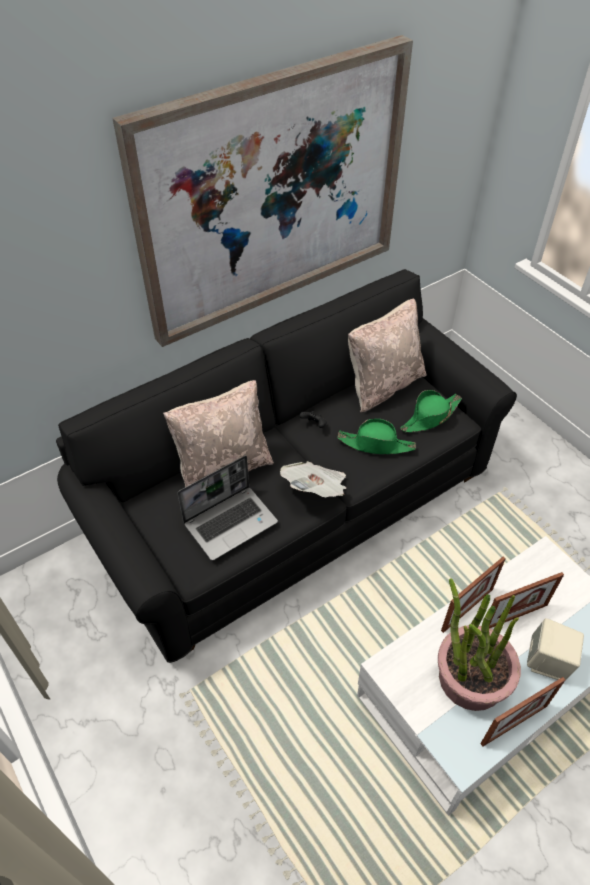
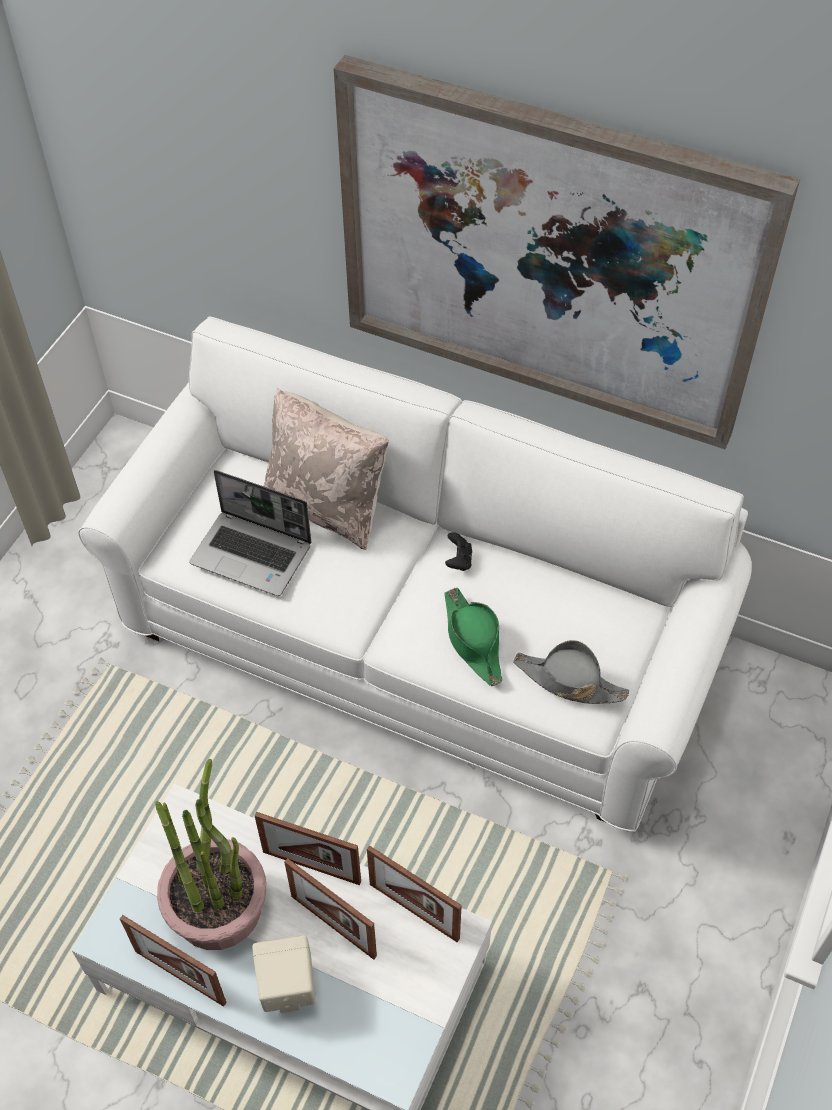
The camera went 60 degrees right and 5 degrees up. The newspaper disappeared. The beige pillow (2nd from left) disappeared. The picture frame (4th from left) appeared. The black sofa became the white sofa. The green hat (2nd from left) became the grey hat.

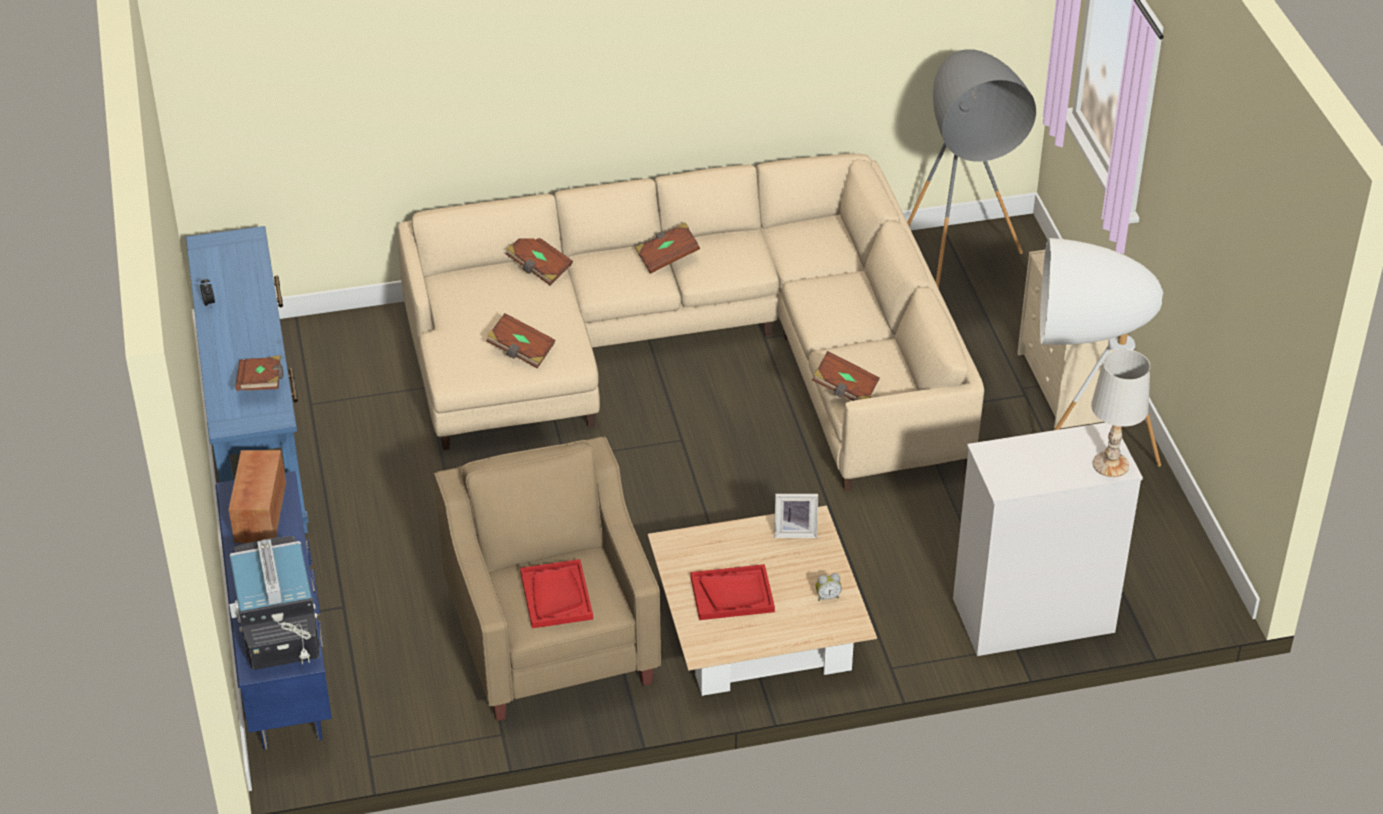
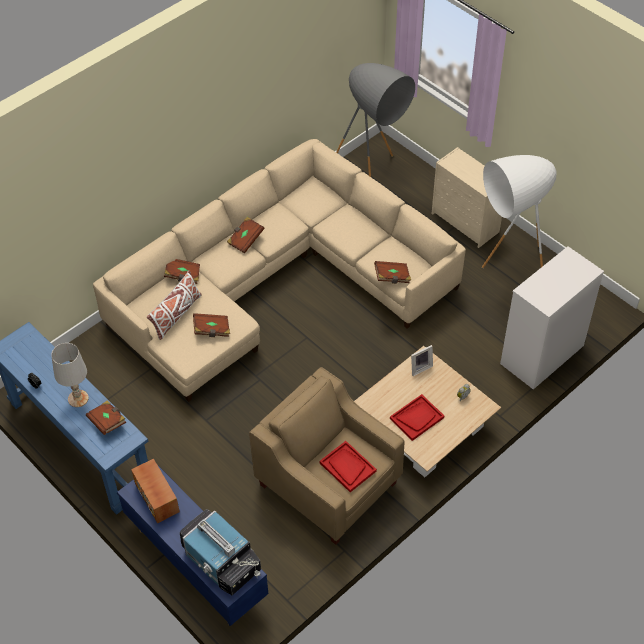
The camera went 30 degrees left and 10 degrees up. The white pillow appeared. The white table lamp moved.

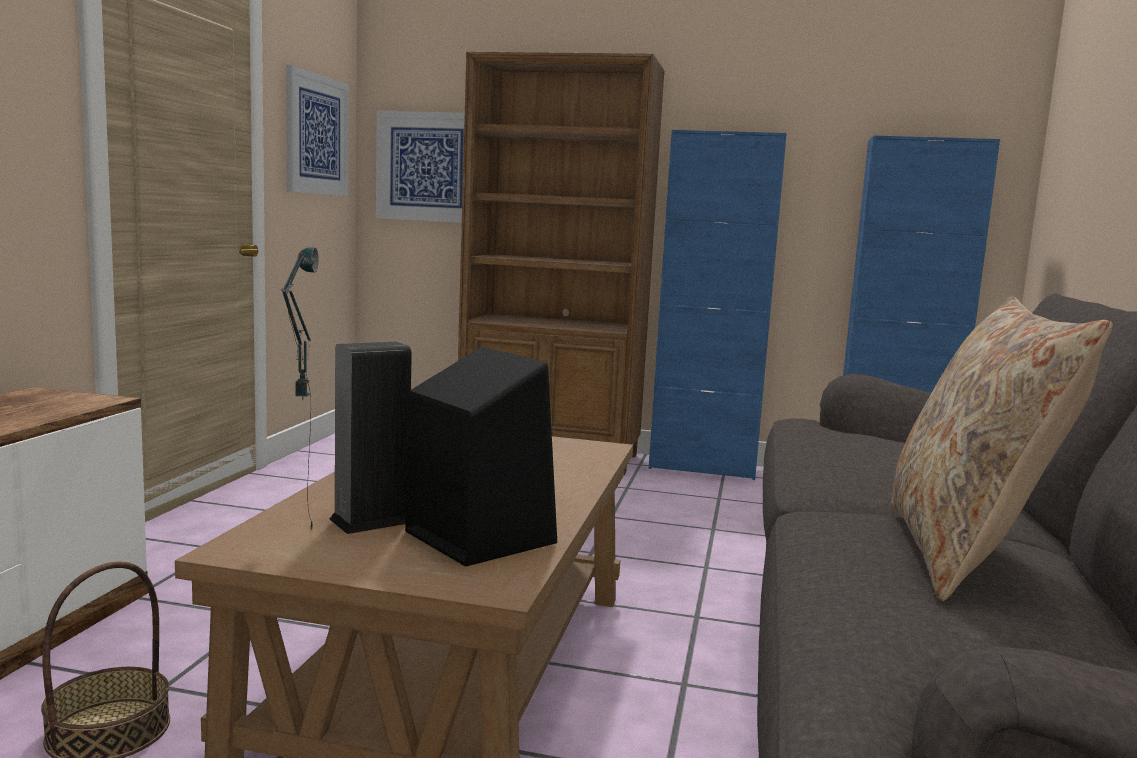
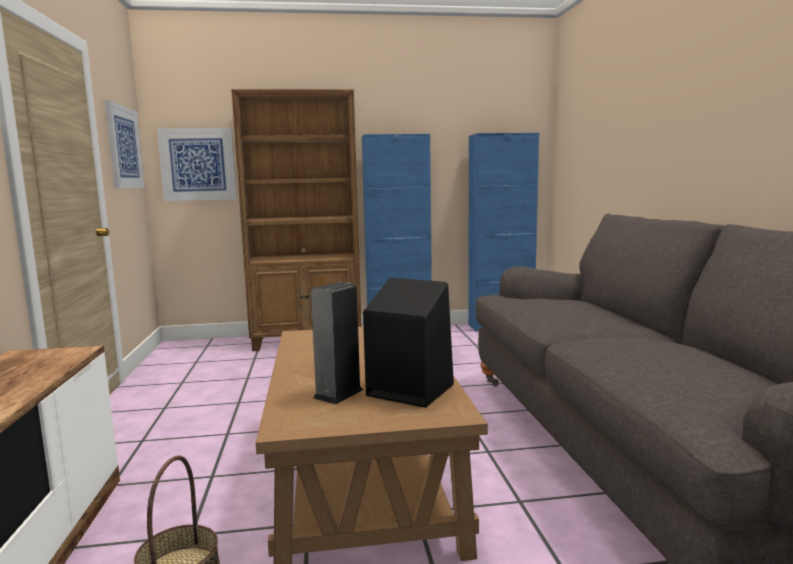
The camera went 20 degrees left and 0 degrees up. The table lamp disappeared. The beige pillow disappeared.

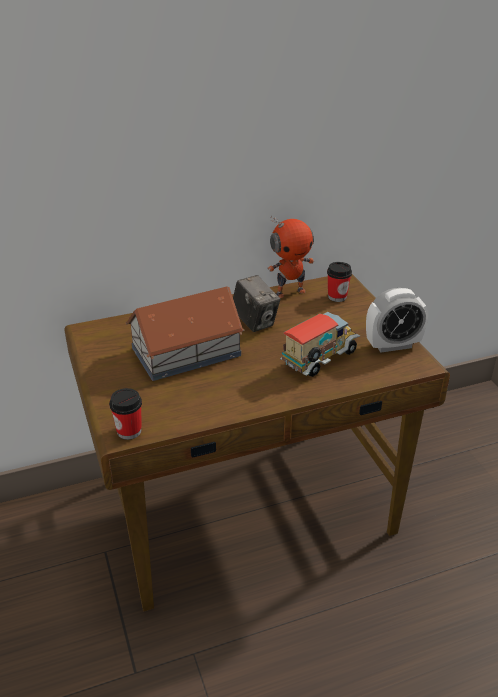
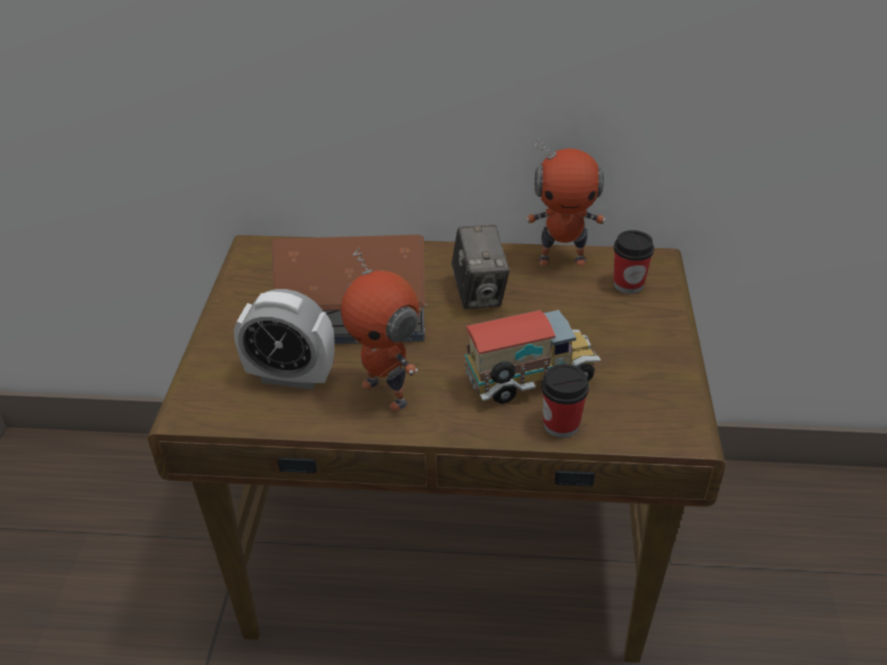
The camera went 25 degrees right and 5 degrees up. The toy robot (1st from left) appeared. The cup (1st from left) moved. The alarm clock moved.

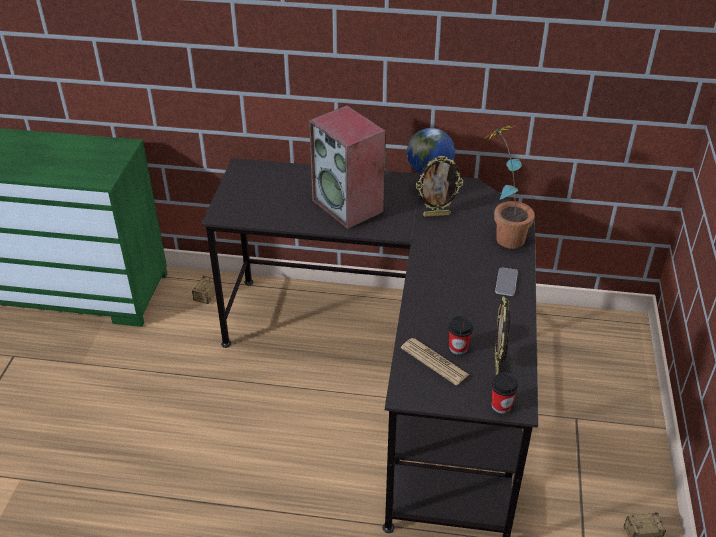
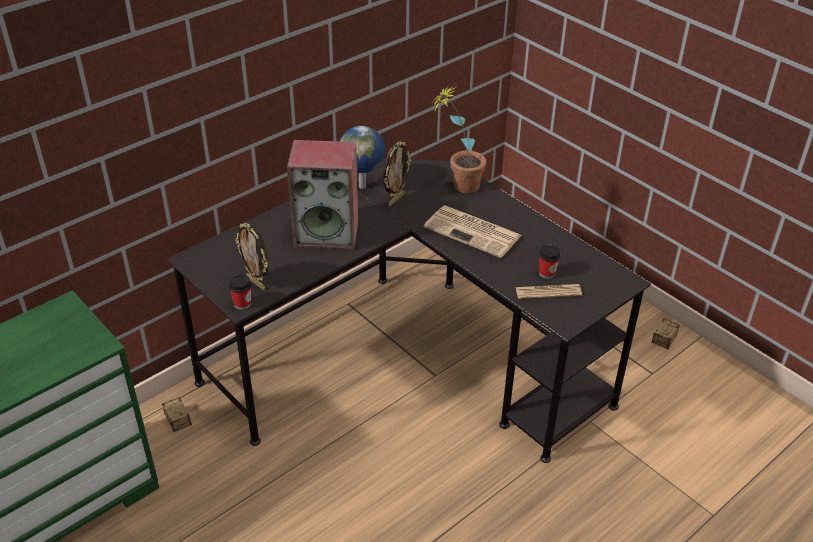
The camera went 50 degrees left and 0 degrees up. The phone disappeared. The newspaper (1st from left) appeared. The cup (2nd from left in the first image) moved. The picture frame (2nd from left in the first image) moved.

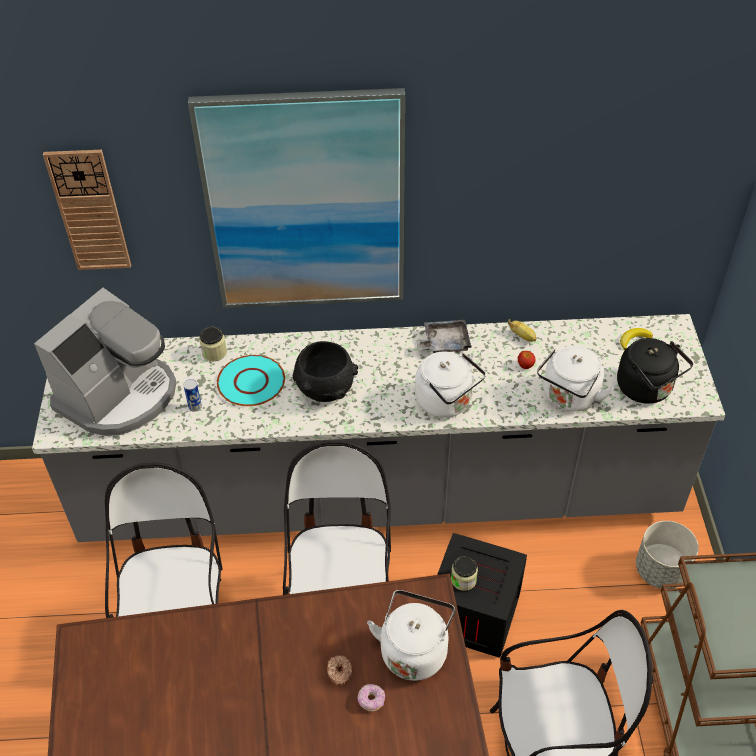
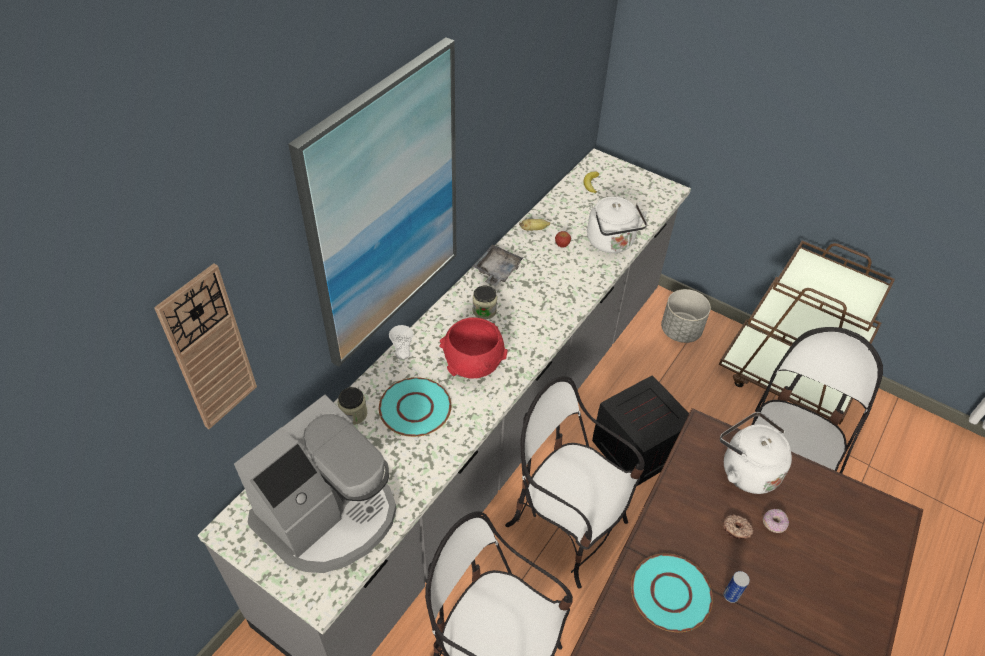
The camera went 55 degrees left and 0 degrees up. The white kettle (2nd from left) disappeared. The black kettle disappeared. The cup appeared. The turquoise plate (2nd from left) appeared. The can moved. The jar (2nd from left) moved. The black bowl became the red bowl. The coffee machine turned 60 degrees clockwise.

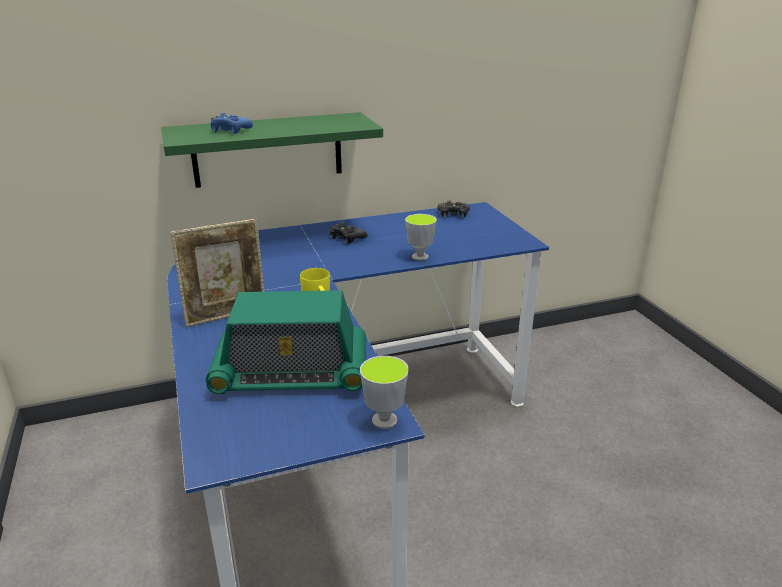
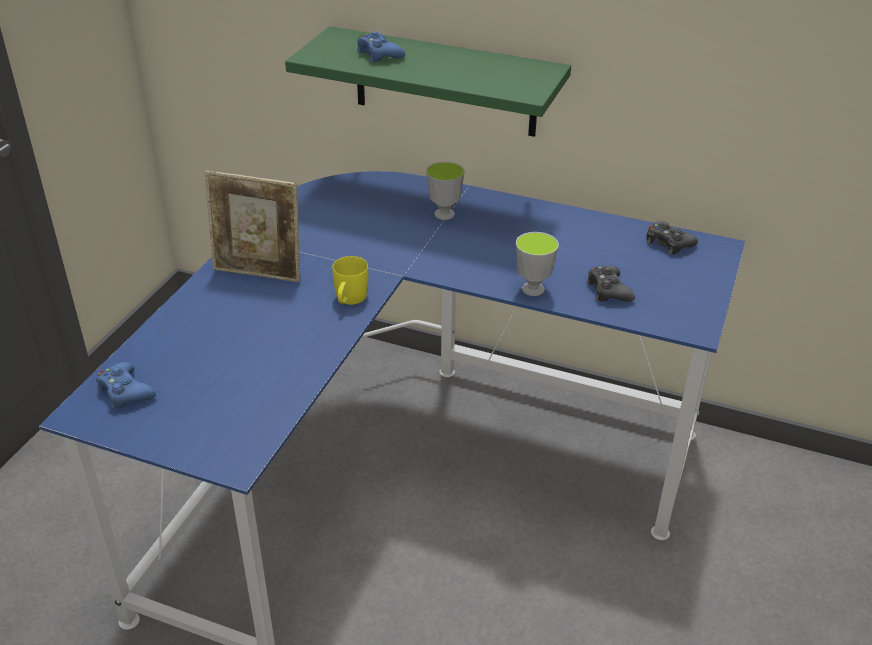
The camera went 40 degrees right and 10 degrees up. The radio disappeared. The blue game controller (1st from left) appeared. The black game controller (1st from left) moved. The cup (1st from left) moved.

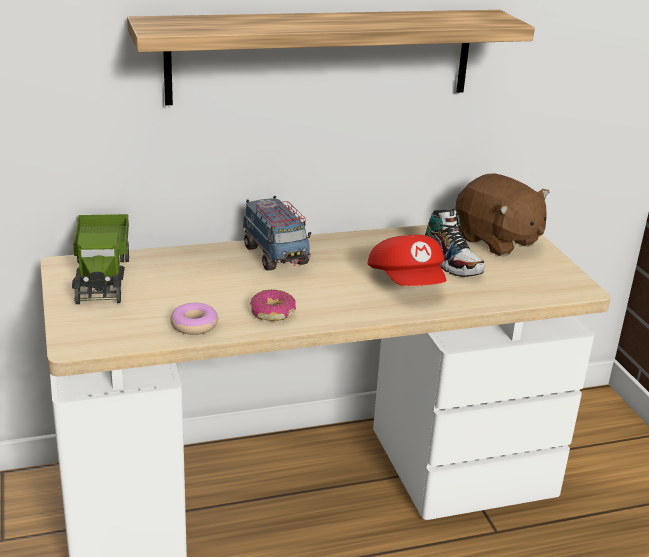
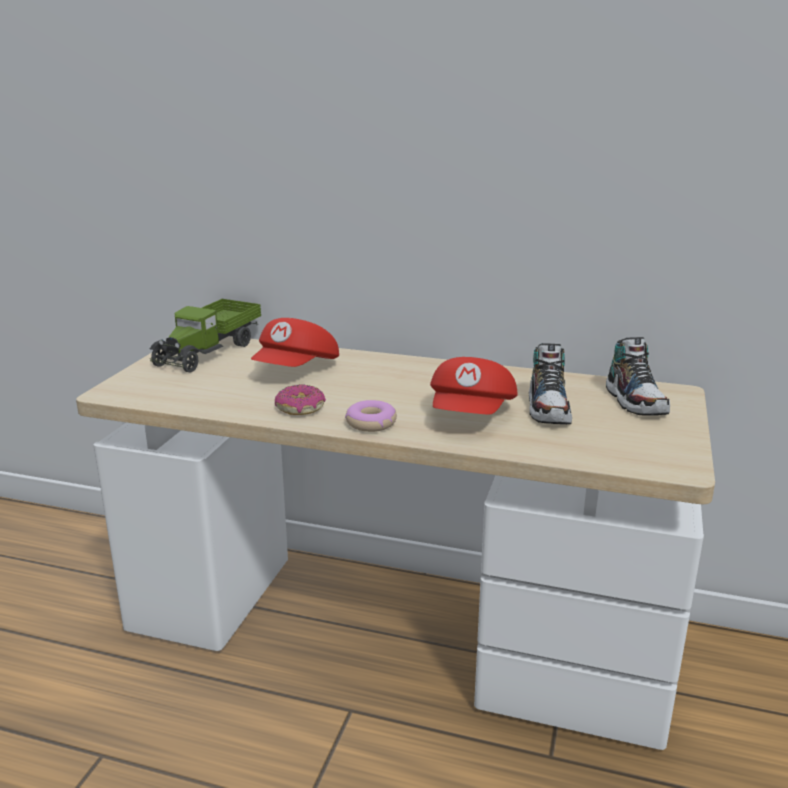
The camera went 35 degrees right and 5 degrees down. The shelf disappeared. The toy truck (2nd from left) disappeared. The red cap (1st from left) appeared. The donut (1st from left in the first image) moved. The brown plush toy was replaced by the shoe (2nd from left).

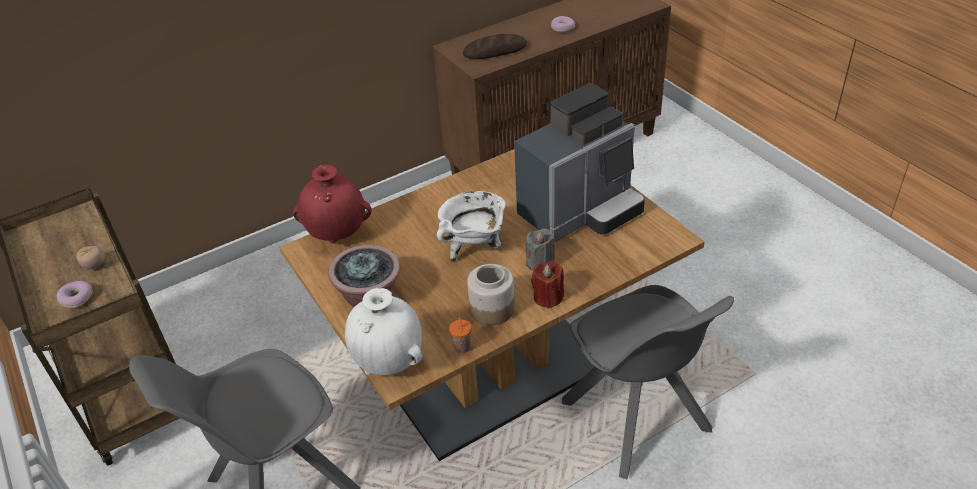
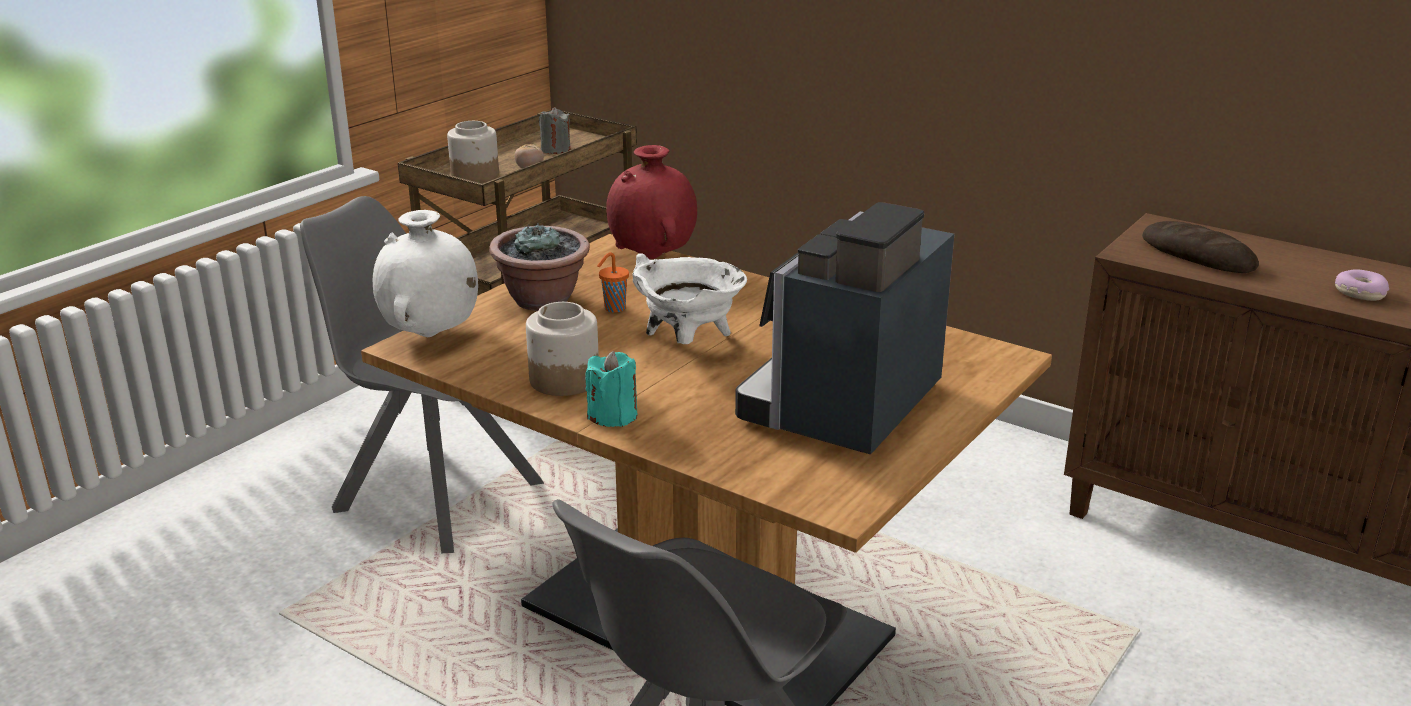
The camera went 65 degrees right and 15 degrees down. The orange cup moved. The grey candle moved. The donut (1st from left) was replaced by the jar (1st from left). The red candle became the turquoise candle. The coffee machine turned 90 degrees clockwise.

